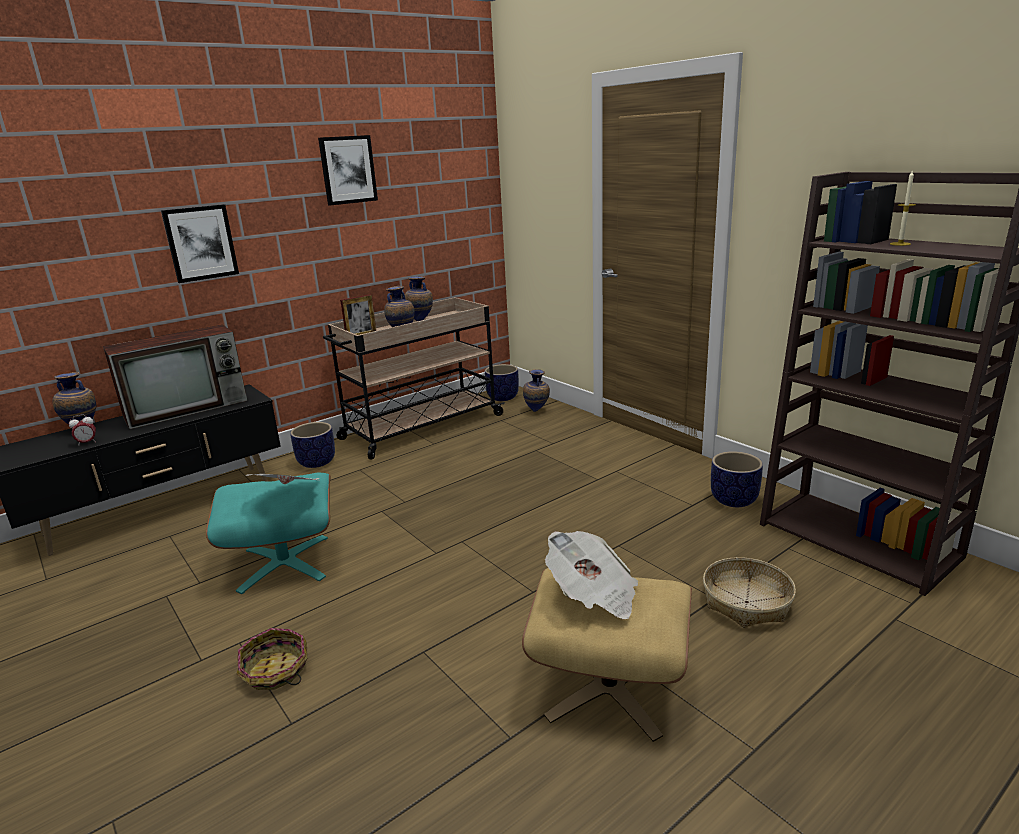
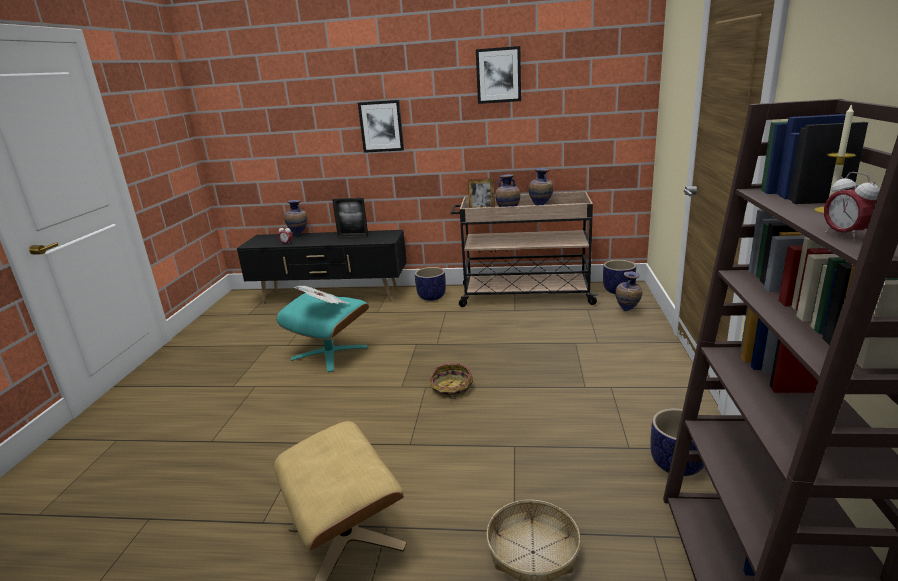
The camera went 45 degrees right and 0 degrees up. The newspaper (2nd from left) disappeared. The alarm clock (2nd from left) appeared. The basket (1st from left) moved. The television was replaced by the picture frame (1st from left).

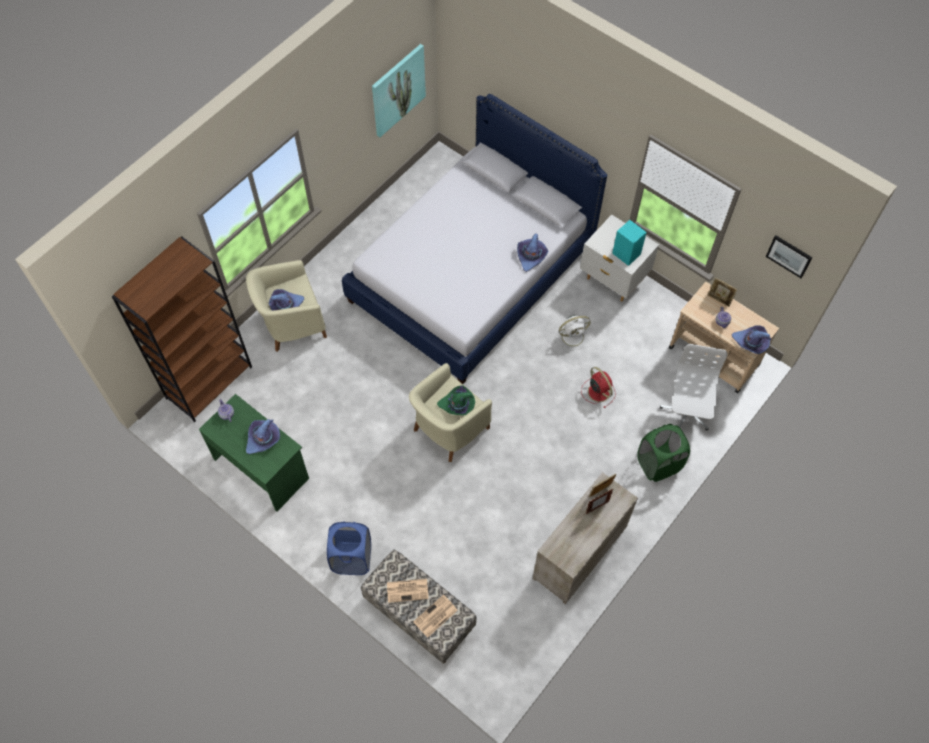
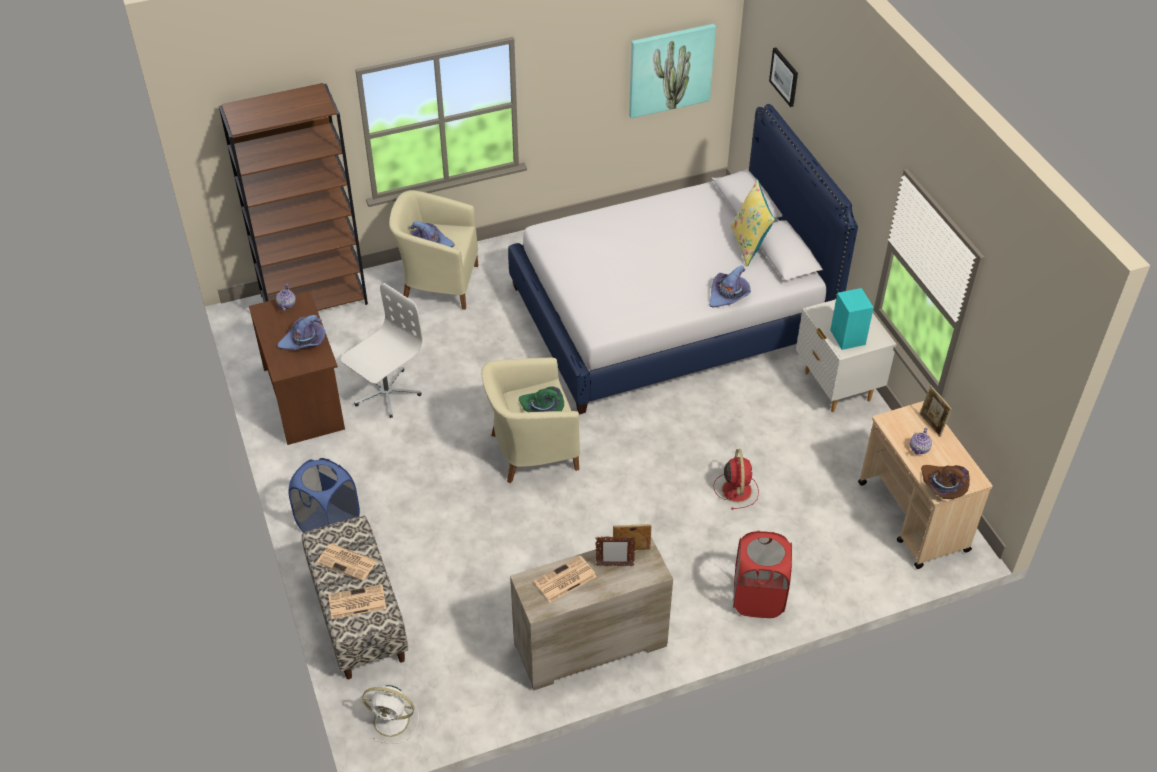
The camera went 30 degrees right and 15 degrees down. The newspaper (3rd from left) appeared. The yellow pillow appeared. The white fan moved. The white office chair moved. The picture (2nd from left) moved. The green desk became the brown desk. The green laundry basket became the red laundry basket. The purple hat (4th from left) became the brown hat.

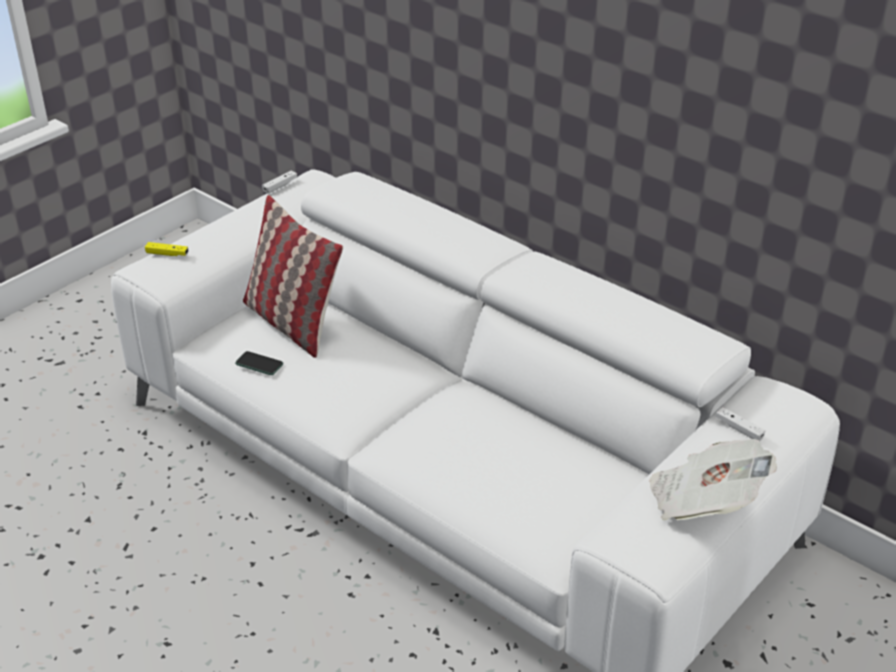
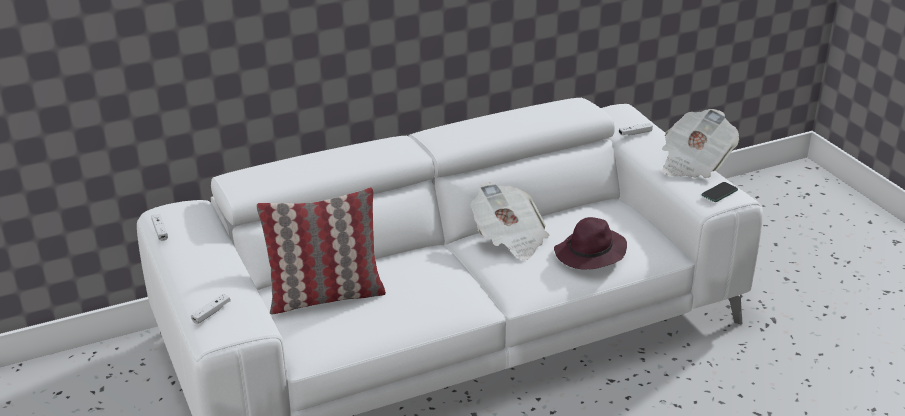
The camera went 65 degrees left and 5 degrees down. The newspaper (1st from left) appeared. The purple hat appeared. The phone moved. The yellow game controller became the white game controller (2nd from left).

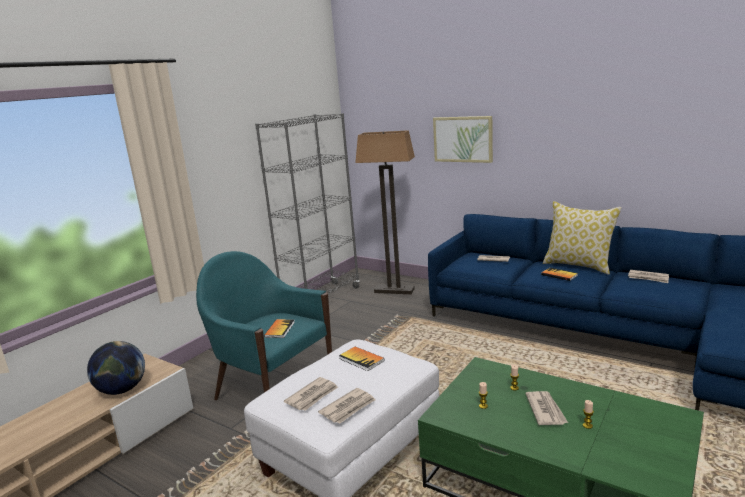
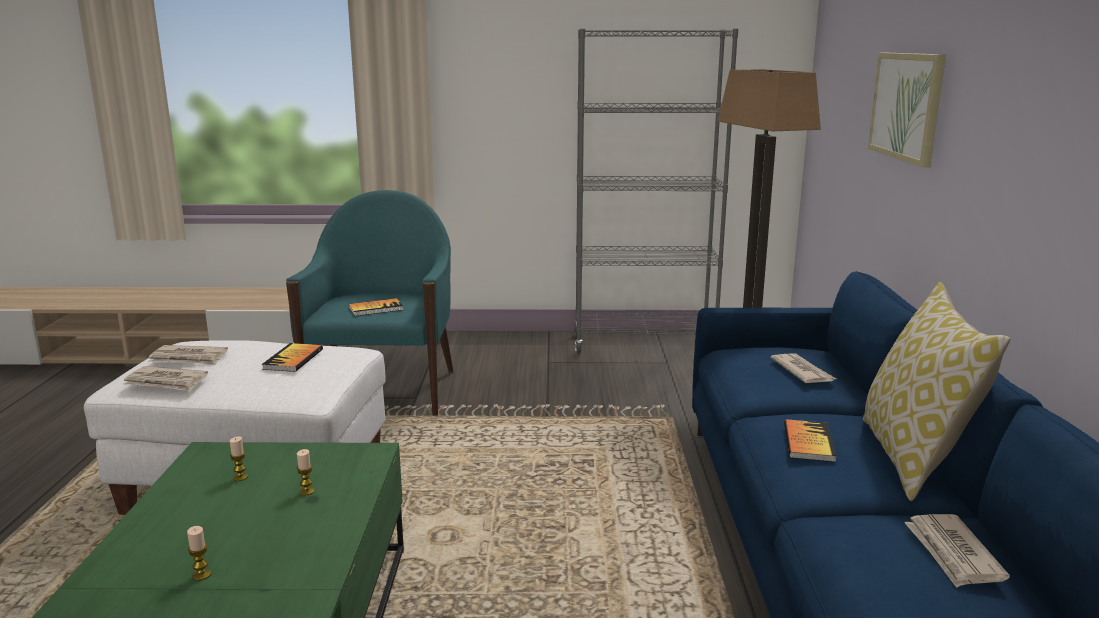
The camera went 55 degrees right and 0 degrees up. The globe disappeared. The newspaper (4th from left) disappeared.

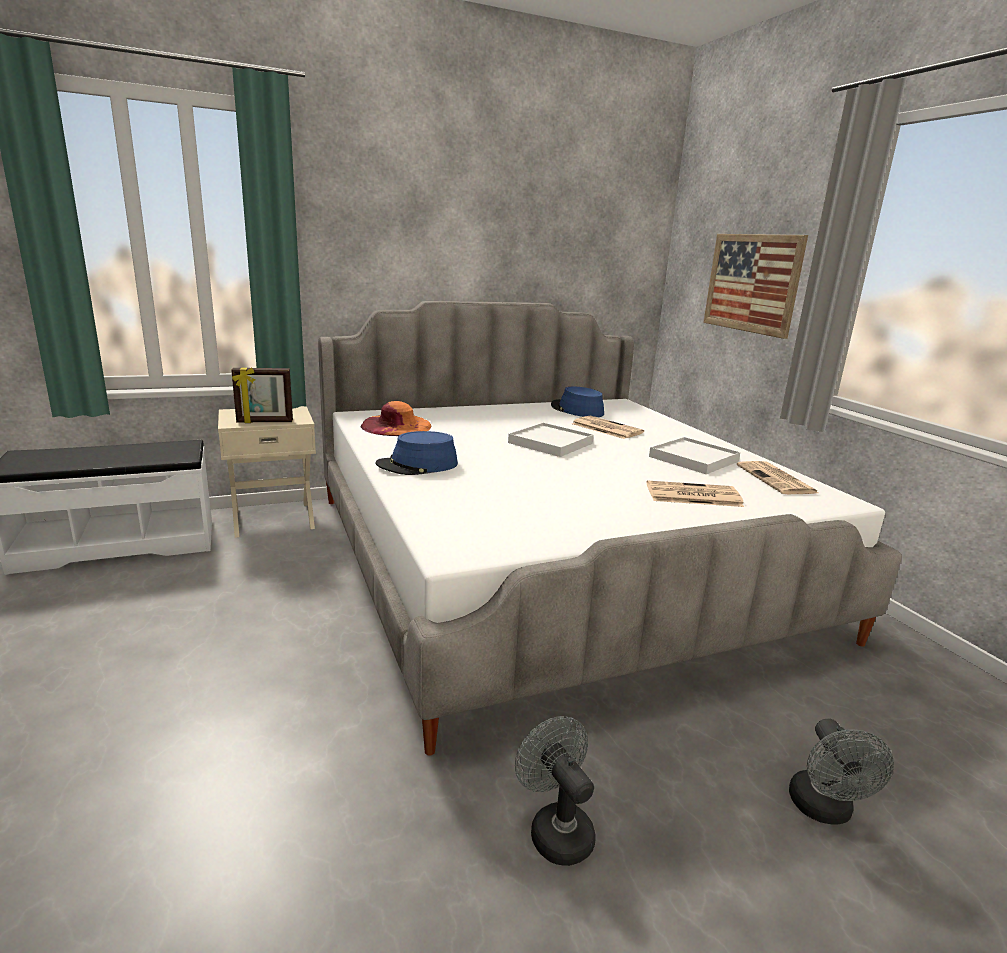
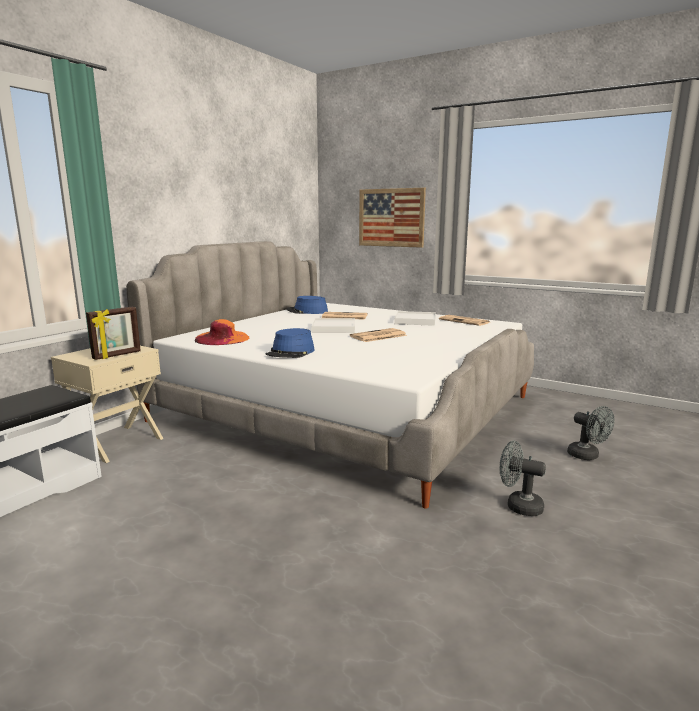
The camera went 35 degrees left and 5 degrees down. The newspaper (2nd from left) moved.

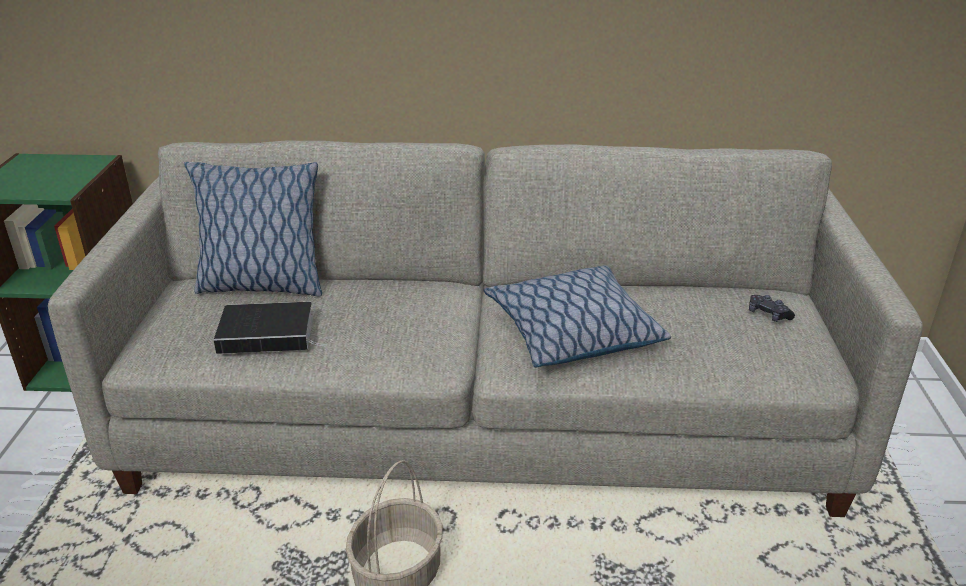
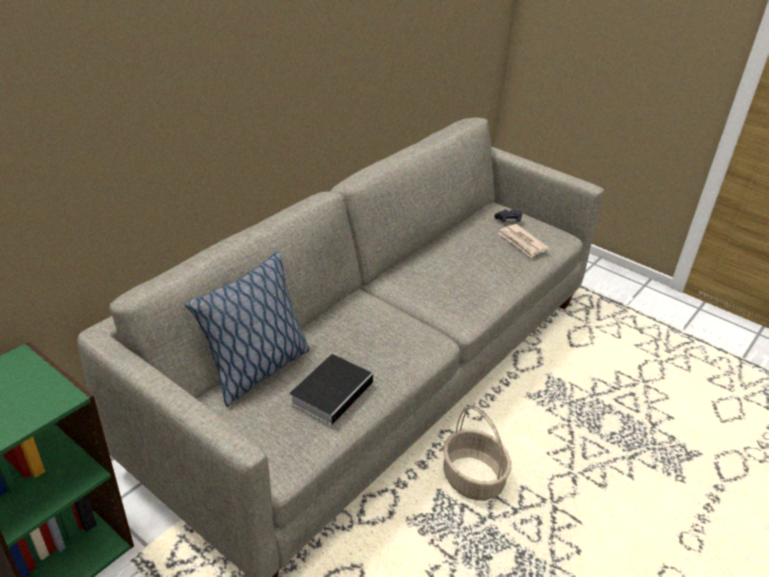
The camera went 55 degrees left and 5 degrees up. The pillow (2nd from left) disappeared. The newspaper appeared.

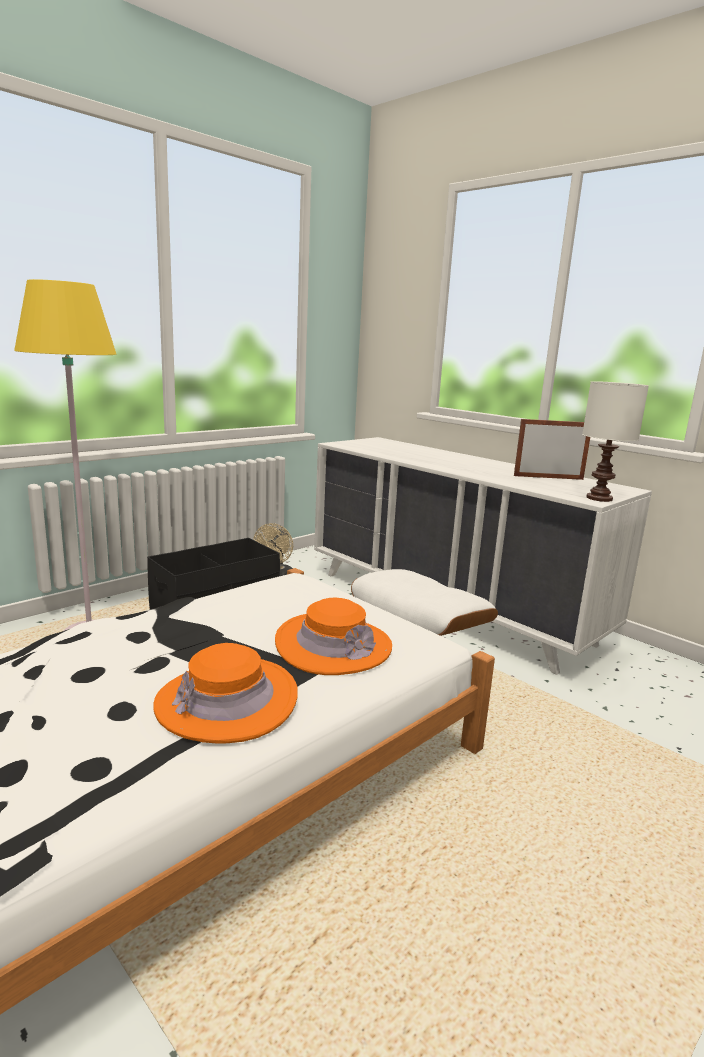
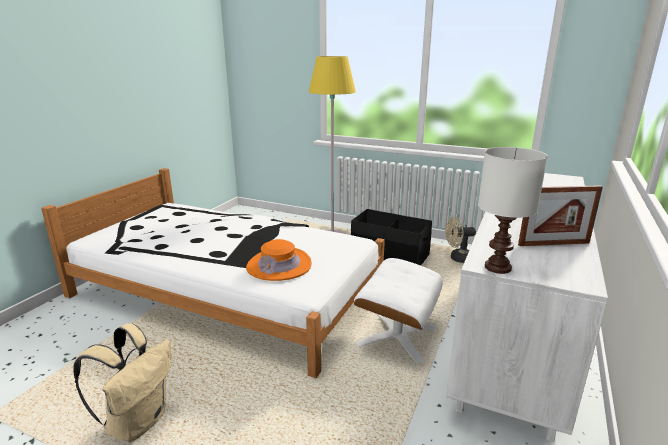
The camera went 70 degrees right and 5 degrees up. The orange hat (1st from left) disappeared. The beige backpack appeared. The picture frame turned 105 degrees clockwise.

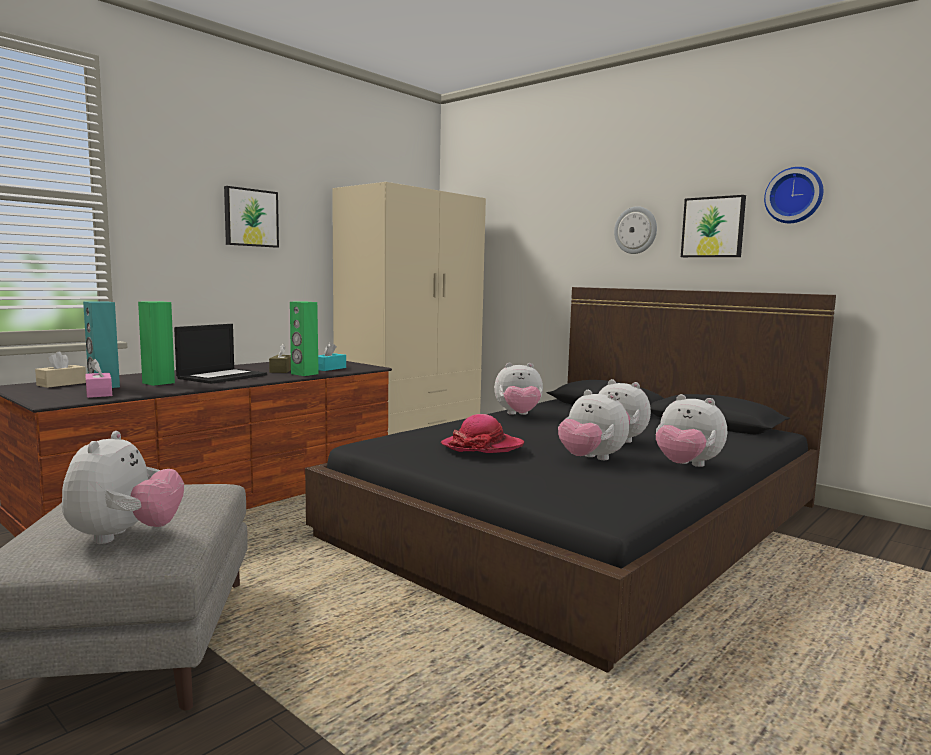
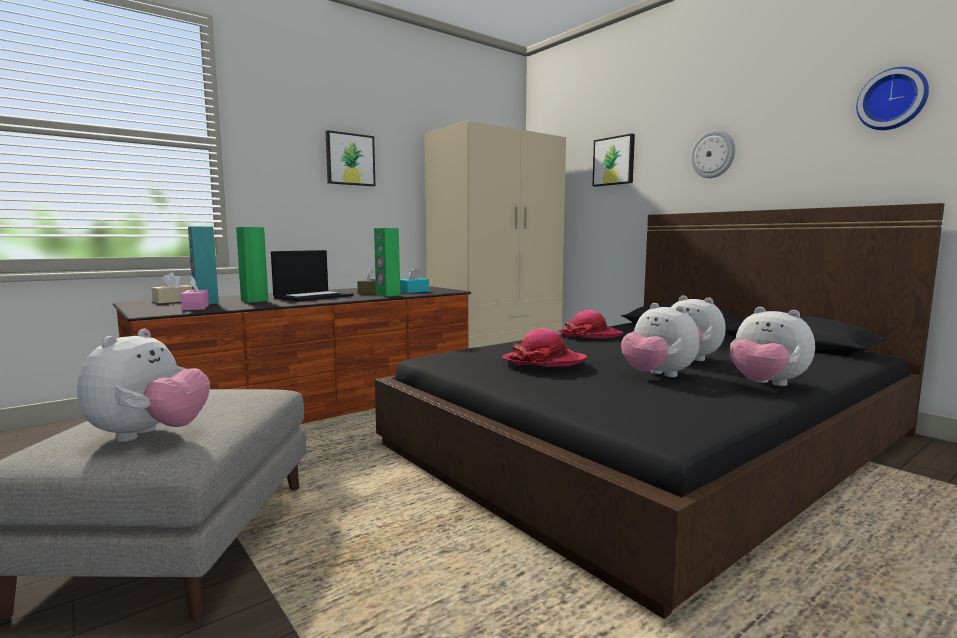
The camera went 10 degrees right and 0 degrees up. The picture (2nd from left) moved. The plush toy (2nd from left) was replaced by the hat (2nd from left).

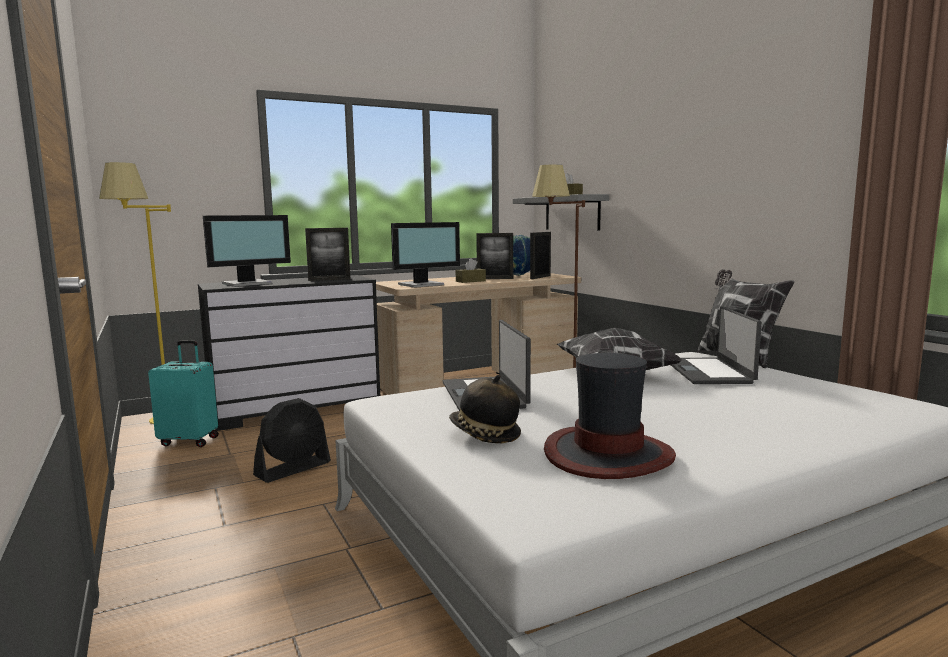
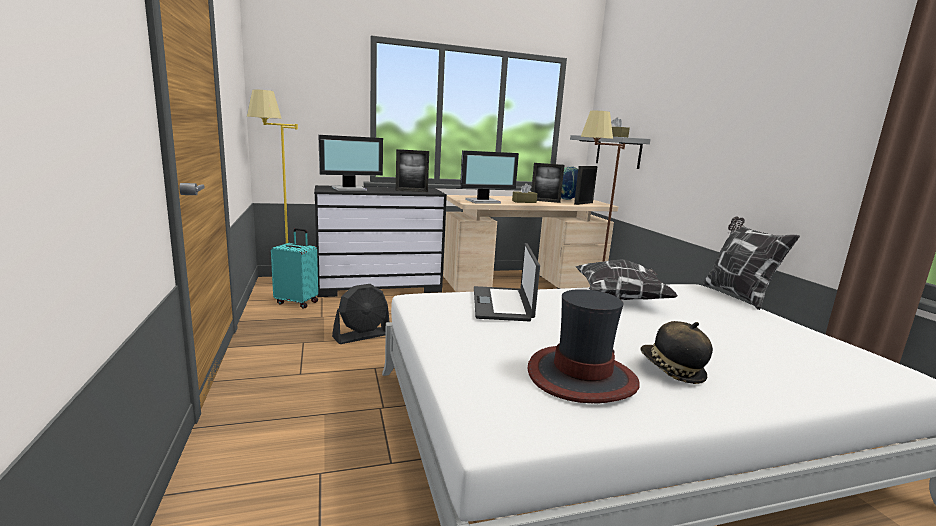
The camera went 10 degrees right and 5 degrees up. The laptop (2nd from left) disappeared. The hat (1st from left in the first image) moved.

